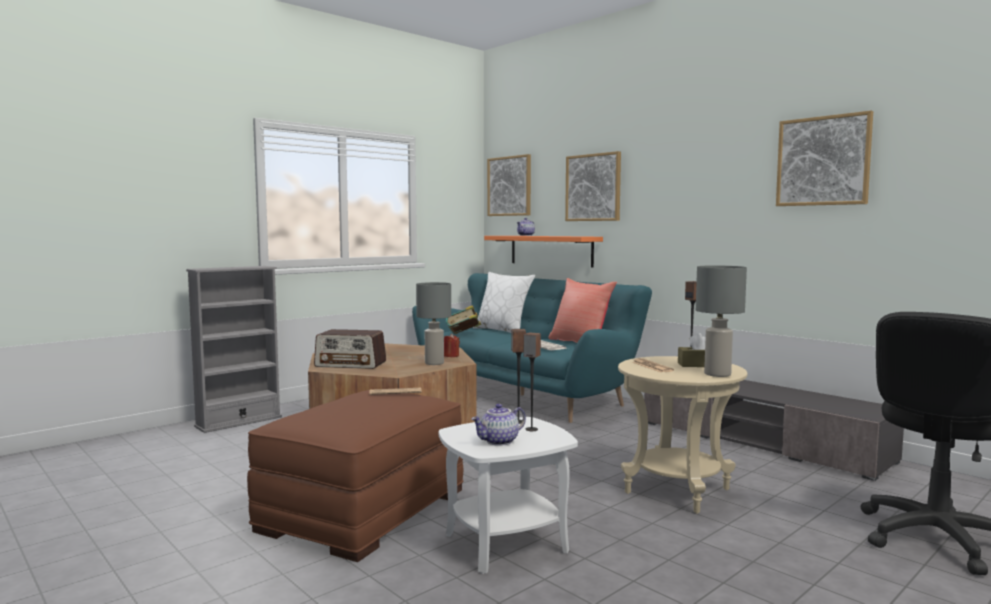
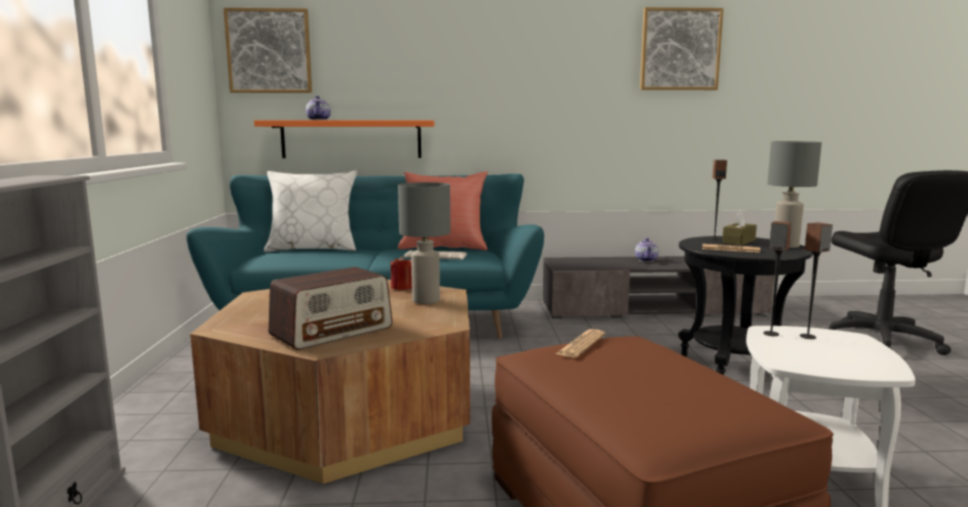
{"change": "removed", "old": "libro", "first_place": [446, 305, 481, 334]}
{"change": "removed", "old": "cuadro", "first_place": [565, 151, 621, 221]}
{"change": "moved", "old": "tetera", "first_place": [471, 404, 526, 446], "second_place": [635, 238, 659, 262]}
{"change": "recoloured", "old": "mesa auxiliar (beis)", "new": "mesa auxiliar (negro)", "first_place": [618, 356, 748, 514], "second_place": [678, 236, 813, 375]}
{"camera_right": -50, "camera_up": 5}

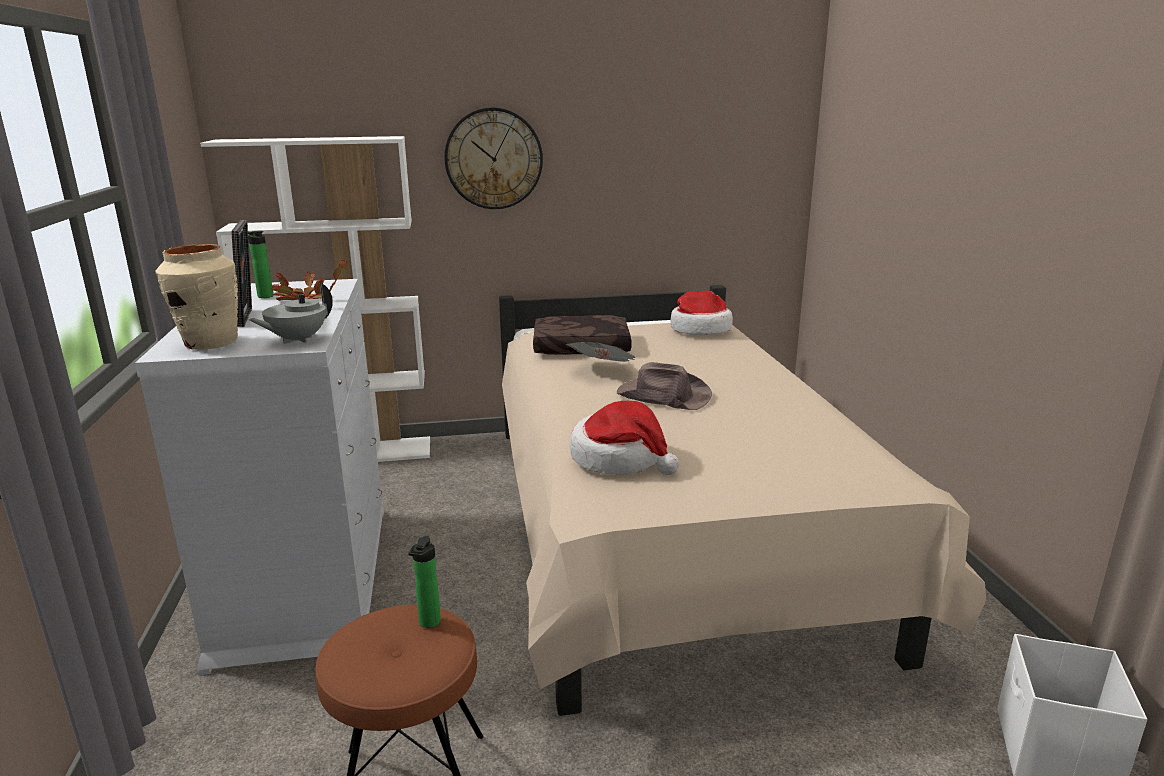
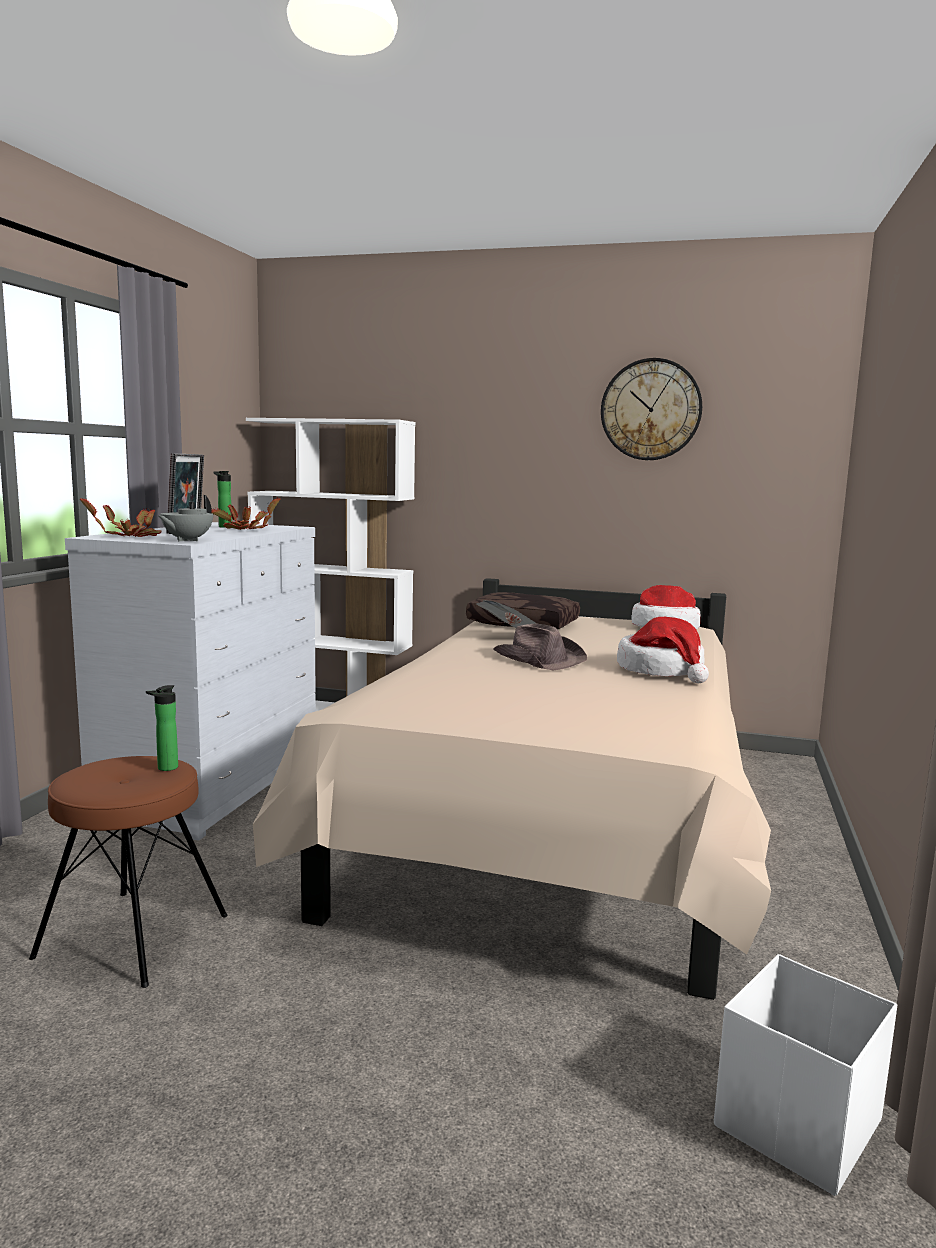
{"change": "moved", "old": "reloj de pared", "first_place": [444, 107, 543, 209], "second_place": [601, 358, 702, 460]}
{"change": "moved", "old": "sombrero", "first_place": [570, 401, 679, 475], "second_place": [617, 617, 709, 683]}
{"change": "replaced", "old": "florero (beis)", "new": "planta en maceta", "first_place": [155, 244, 238, 350], "second_place": [80, 498, 161, 537]}
{"change": "turned", "old": "tetera (gris)", "first_place": [248, 283, 333, 344], "second_place": [159, 495, 213, 541], "degrees": -45}
{"camera_right": 25, "camera_up": -10}

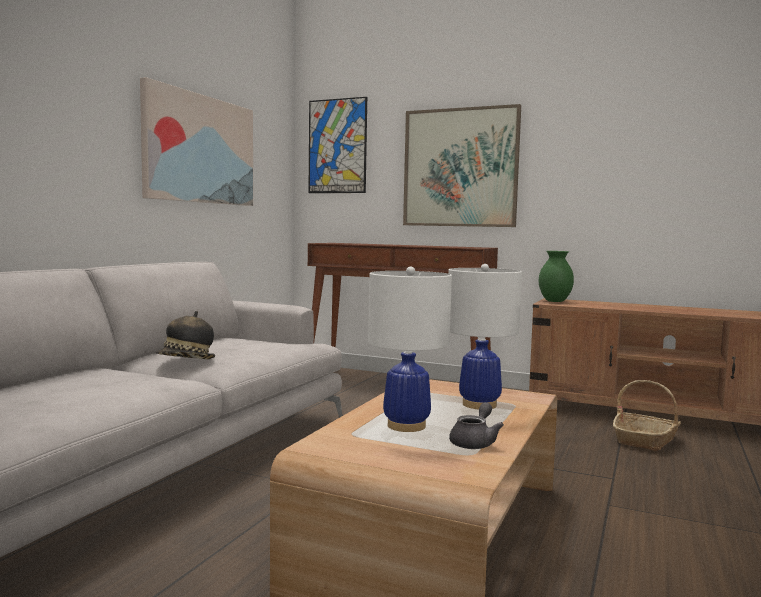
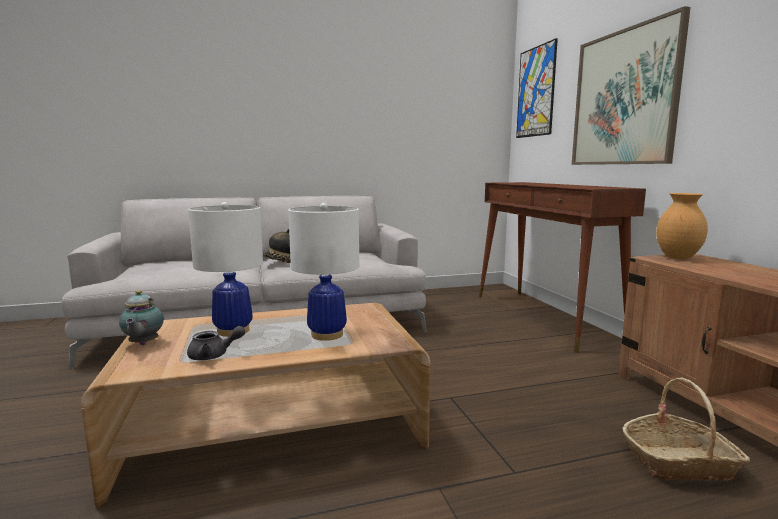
{"change": "removed", "old": "cuadro", "first_place": [140, 77, 253, 206]}
{"change": "added", "new": "tetera", "second_place": [119, 290, 164, 345]}
{"change": "recoloured", "old": "florero (verde)", "new": "florero (marrón)", "first_place": [539, 251, 574, 302], "second_place": [656, 193, 708, 259]}
{"camera_right": 50, "camera_up": 5}

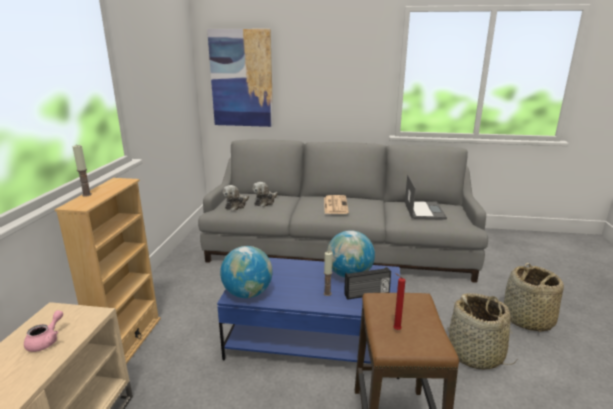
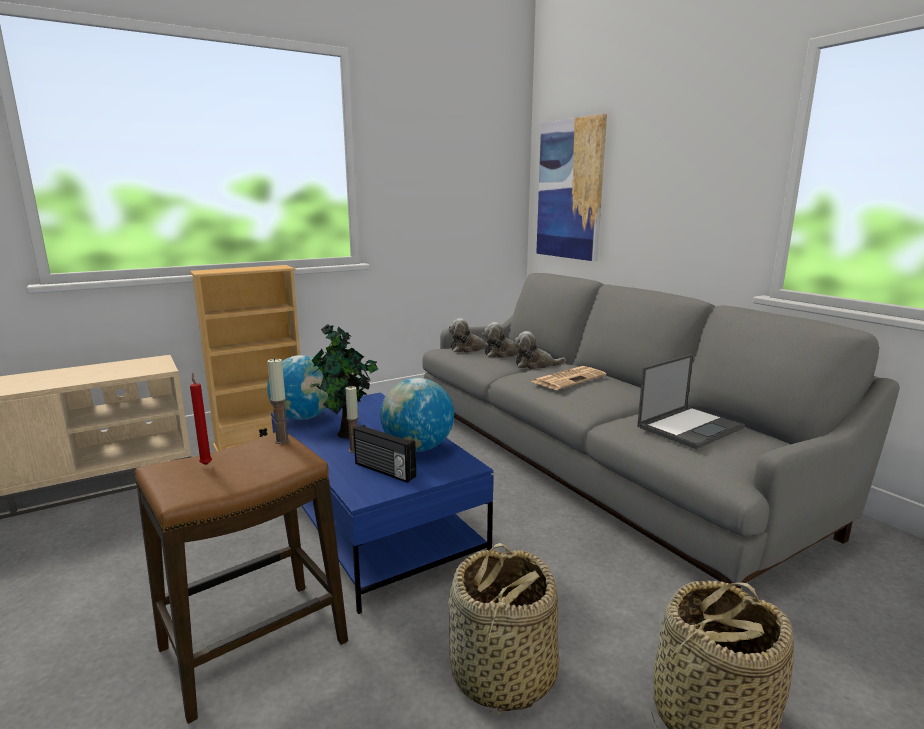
{"change": "removed", "old": "tetera (rosa)", "first_place": [24, 310, 63, 352]}
{"change": "added", "new": "planta en maceta", "second_place": [310, 324, 378, 439]}
{"change": "added", "new": "peluche", "second_place": [513, 331, 566, 369]}
{"change": "moved", "old": "vela", "first_place": [73, 144, 92, 197], "second_place": [267, 358, 290, 444]}
{"camera_right": 50, "camera_up": -5}

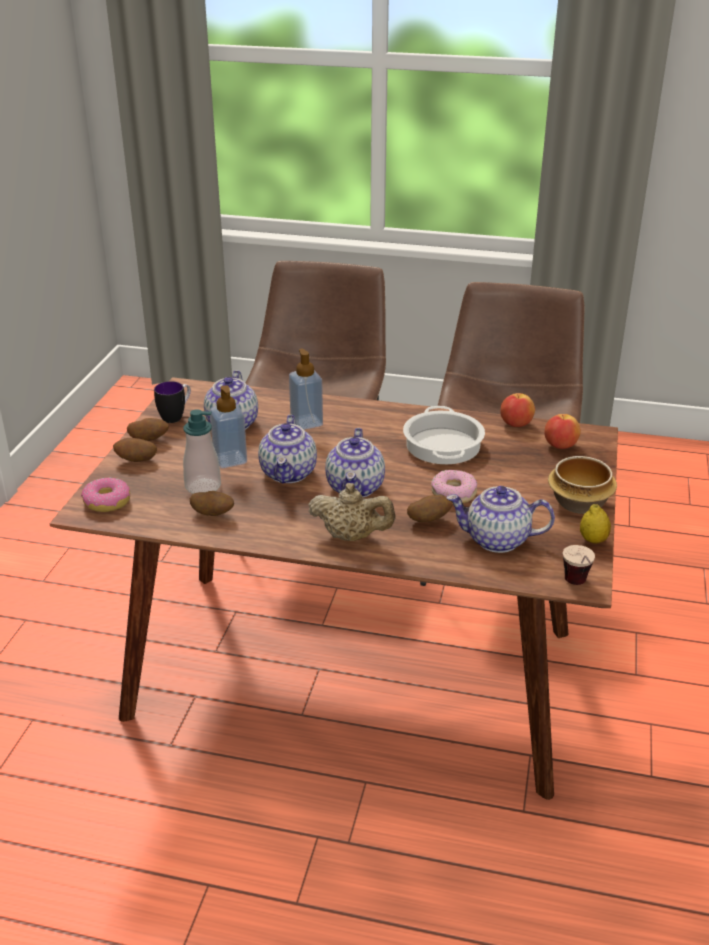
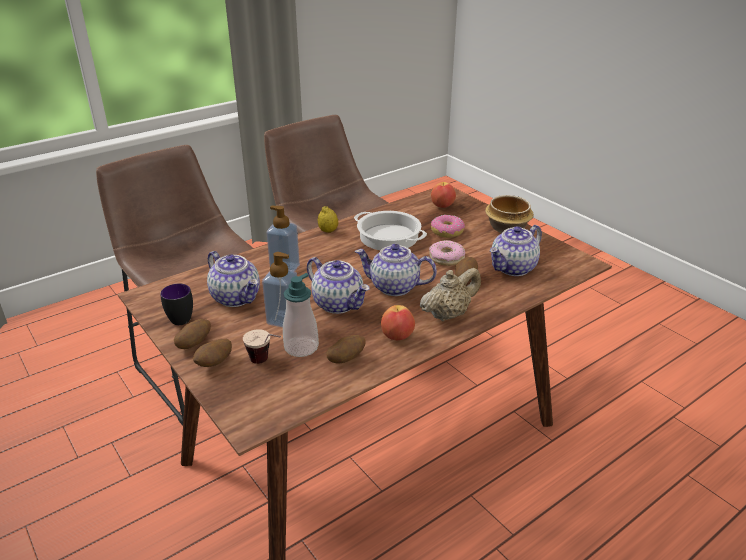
{"change": "moved", "old": "rosquilla", "first_place": [81, 477, 130, 512], "second_place": [431, 215, 465, 238]}
{"change": "moved", "old": "manzana", "first_place": [501, 393, 535, 427], "second_place": [381, 305, 415, 340]}
{"change": "moved", "old": "taza", "first_place": [563, 545, 595, 585], "second_place": [243, 329, 281, 364]}
{"change": "moved", "old": "limón", "first_place": [580, 504, 611, 544], "second_place": [318, 206, 338, 233]}
{"change": "turned", "old": "tetera", "first_place": [325, 428, 385, 497], "second_place": [355, 244, 437, 296], "degrees": 150}
{"camera_right": -50, "camera_up": 0}

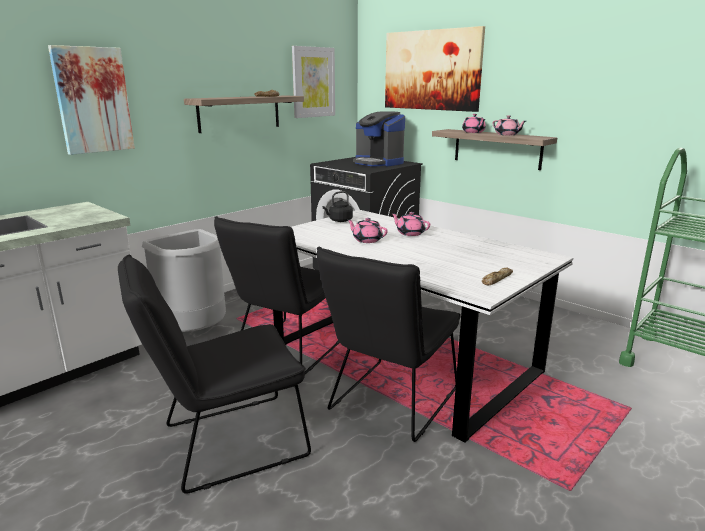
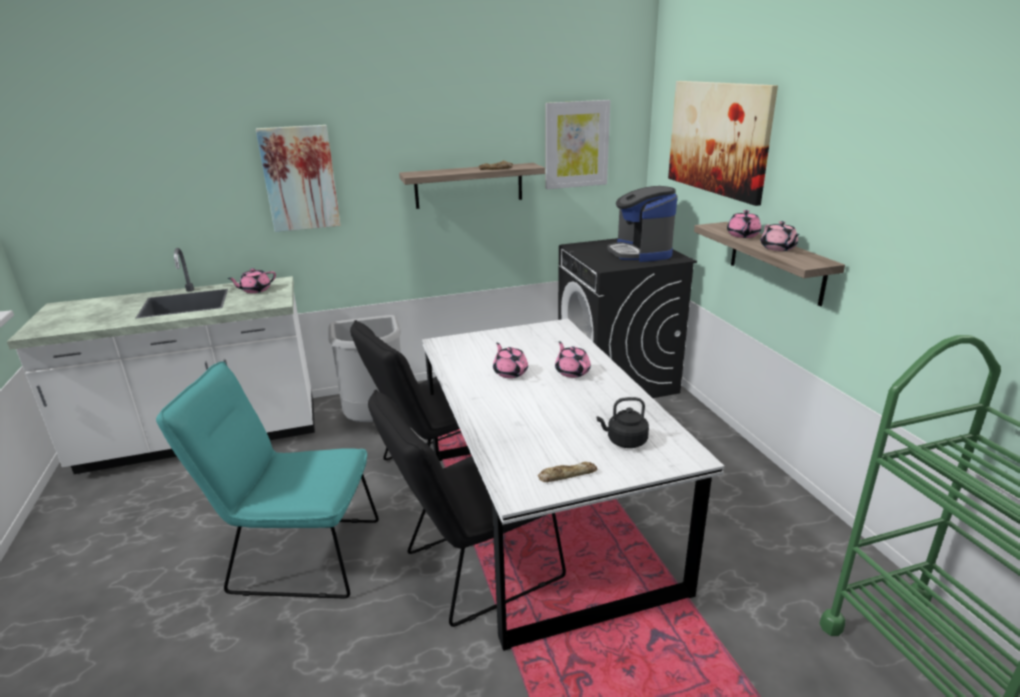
{"change": "added", "new": "tetera (rosa)", "second_place": [227, 268, 276, 293]}
{"change": "moved", "old": "hervidor (negro)", "first_place": [323, 191, 353, 222], "second_place": [597, 397, 649, 448]}
{"change": "recoloured", "old": "silla (negro)", "new": "silla (turquesa)", "first_place": [118, 255, 311, 494], "second_place": [156, 361, 379, 598]}
{"camera_right": 30, "camera_up": 5}

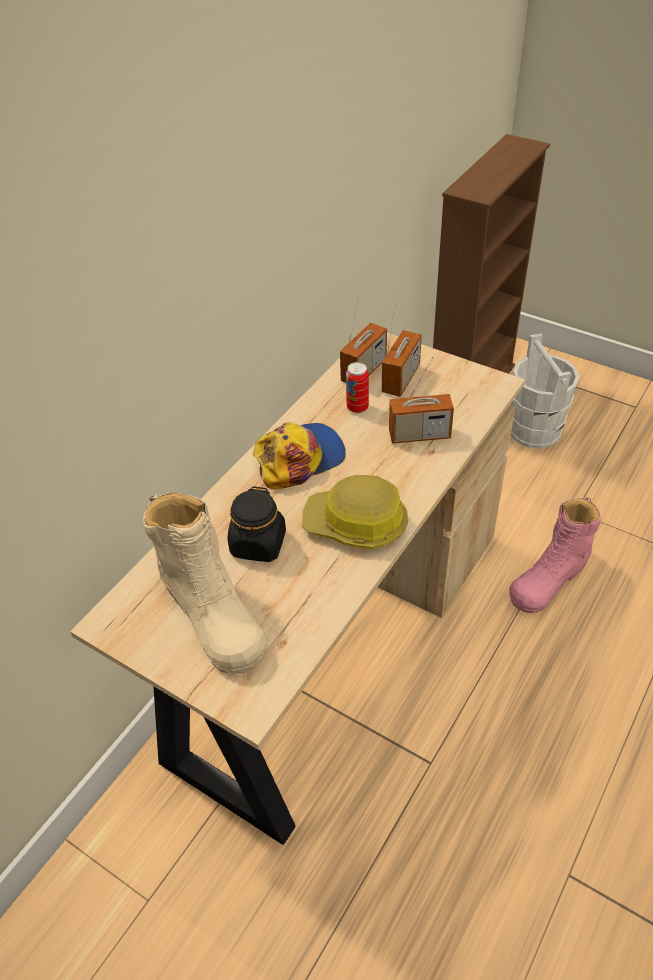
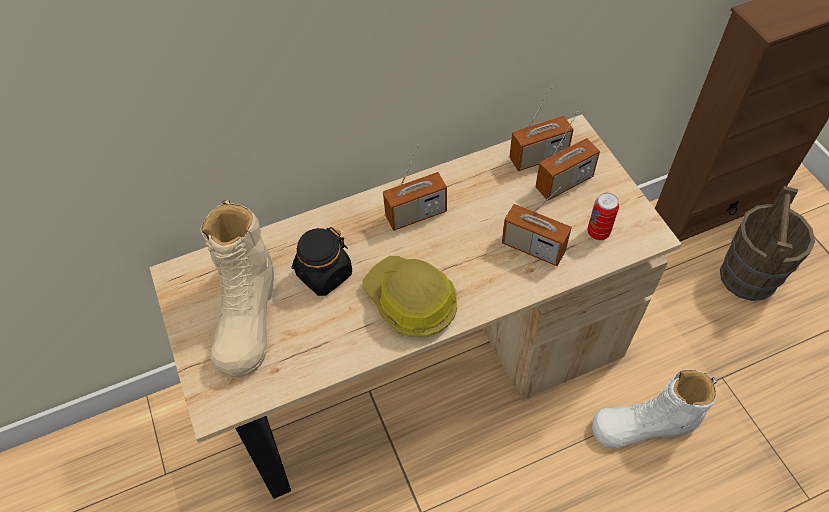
{"change": "moved", "old": "lata", "first_place": [346, 362, 369, 413], "second_place": [587, 193, 619, 240]}
{"change": "replaced", "old": "gorra", "new": "radio", "first_place": [253, 422, 346, 489], "second_place": [383, 145, 447, 231]}
{"change": "recoloured", "old": "bota (rosa)", "new": "bota (blanco)", "first_place": [509, 497, 601, 613], "second_place": [592, 369, 717, 449]}
{"change": "recoloured", "old": "cubo (blanco)", "new": "cubo (marrón)", "first_place": [511, 333, 579, 449], "second_place": [720, 186, 815, 301]}
{"camera_right": 35, "camera_up": 10}

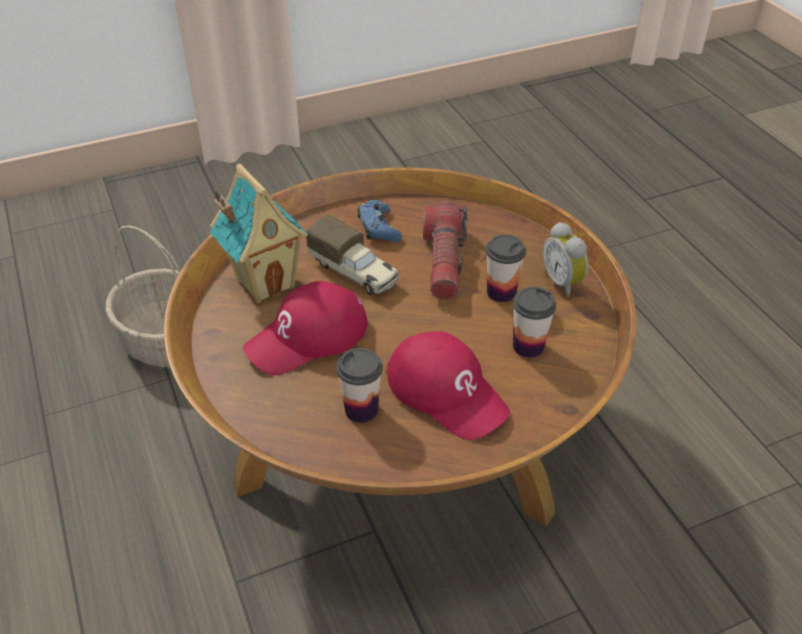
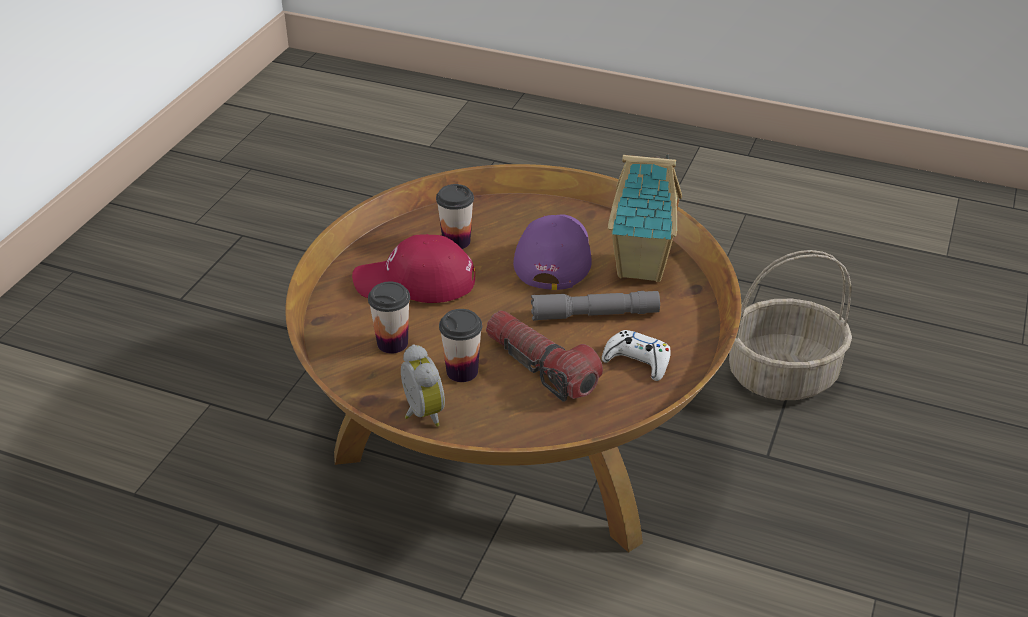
{"change": "replaced", "old": "camión de juguete", "new": "linterna (gris)", "first_place": [306, 215, 399, 296], "second_place": [531, 291, 660, 321]}
{"change": "recoloured", "old": "gorra (rojo)", "new": "gorra (morado)", "first_place": [243, 281, 368, 375], "second_place": [513, 215, 592, 290]}
{"change": "recoloured", "old": "mando de consola (azul)", "new": "mando de consola (blanco)", "first_place": [358, 200, 402, 242], "second_place": [602, 330, 671, 381]}
{"change": "turned", "old": "despertador", "first_place": [542, 222, 588, 297], "second_place": [401, 344, 445, 427], "degrees": 45}
{"camera_right": 135, "camera_up": -5}

